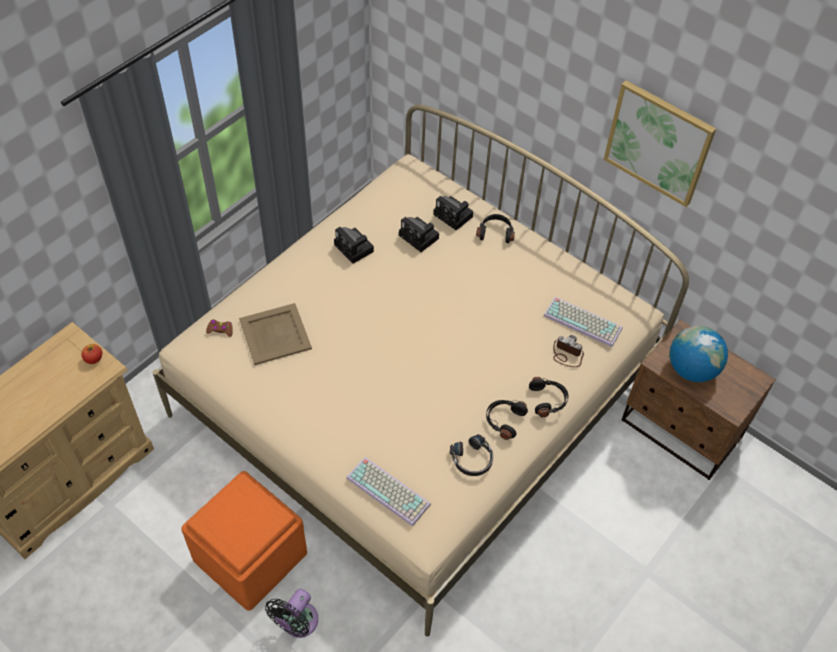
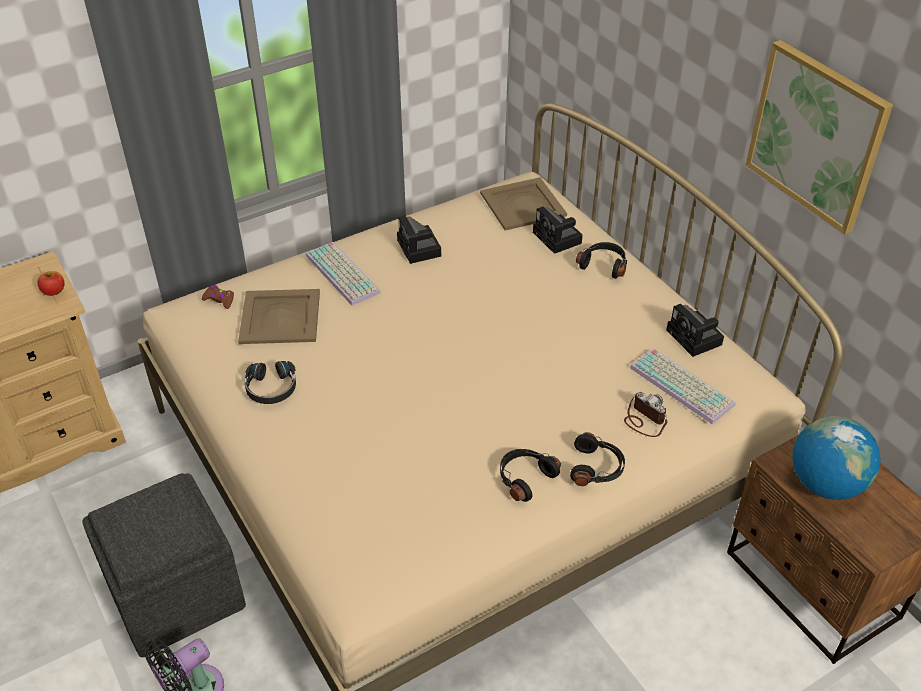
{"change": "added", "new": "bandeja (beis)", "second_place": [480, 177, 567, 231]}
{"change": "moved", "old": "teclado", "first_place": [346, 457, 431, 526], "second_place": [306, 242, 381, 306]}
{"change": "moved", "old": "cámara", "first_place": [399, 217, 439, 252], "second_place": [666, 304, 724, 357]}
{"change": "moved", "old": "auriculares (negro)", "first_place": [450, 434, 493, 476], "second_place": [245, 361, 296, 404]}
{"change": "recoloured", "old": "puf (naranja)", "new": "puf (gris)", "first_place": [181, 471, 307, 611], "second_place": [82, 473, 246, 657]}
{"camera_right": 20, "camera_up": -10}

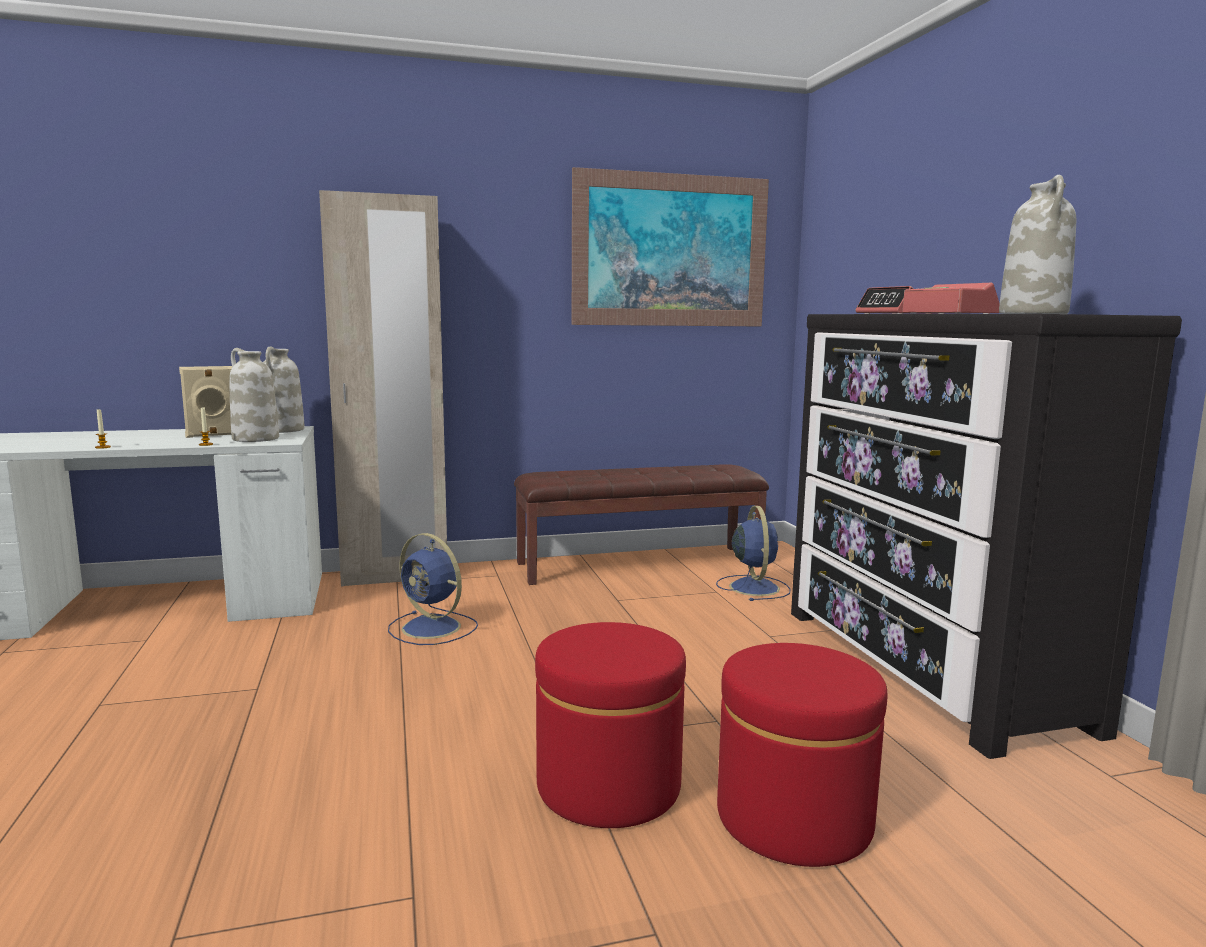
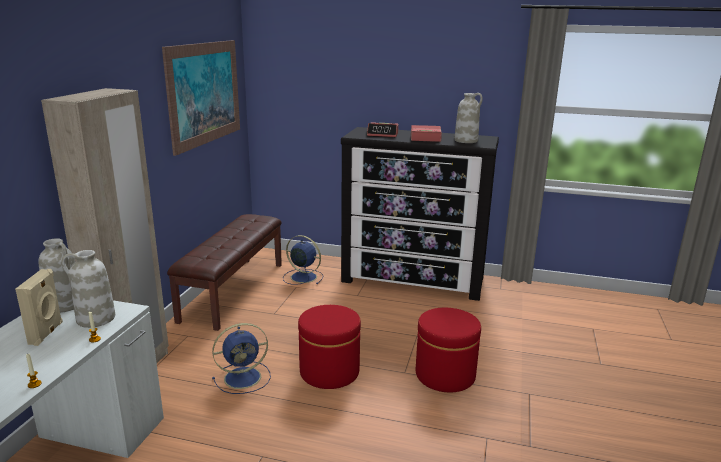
{"change": "moved", "old": "puf (rojo)", "first_place": [717, 643, 887, 867], "second_place": [298, 305, 361, 389]}
{"camera_right": -60, "camera_up": 10}

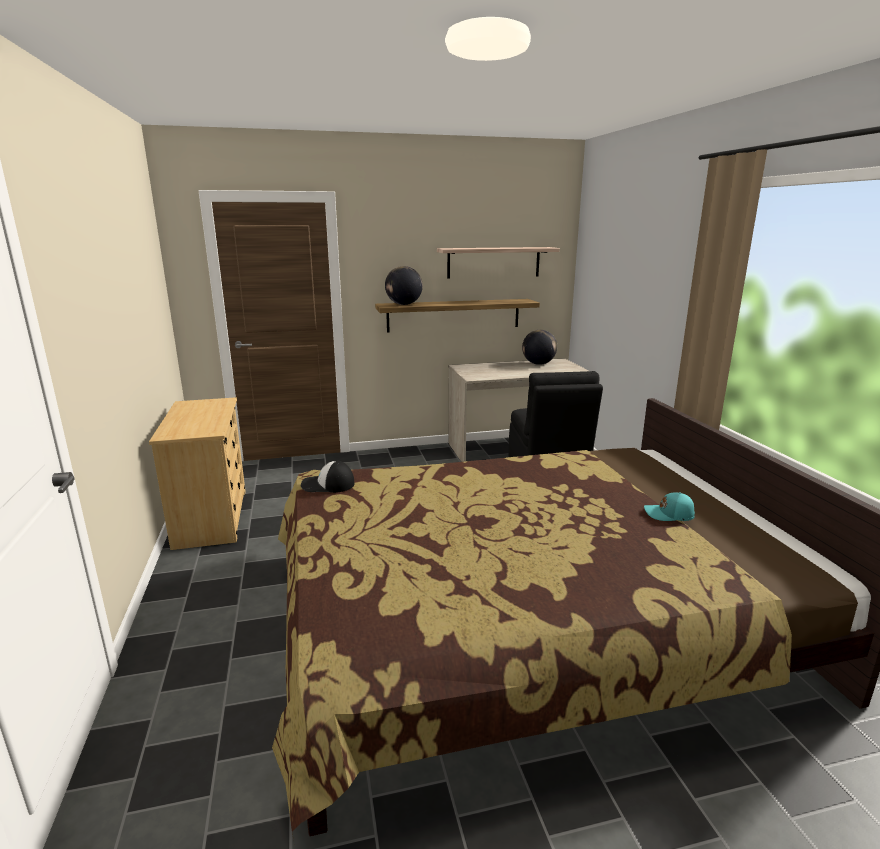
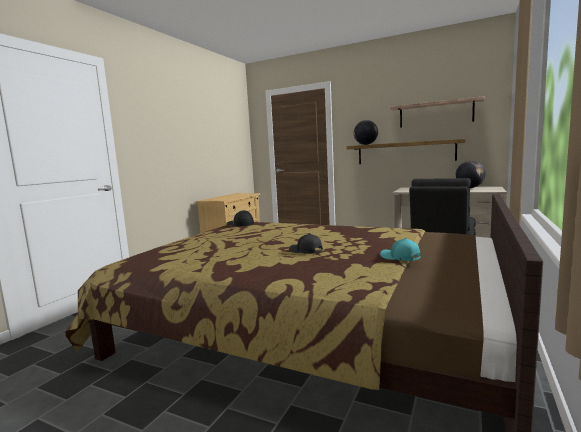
{"change": "added", "new": "gorra (negro)", "second_place": [289, 233, 323, 254]}
{"camera_right": 40, "camera_up": -10}

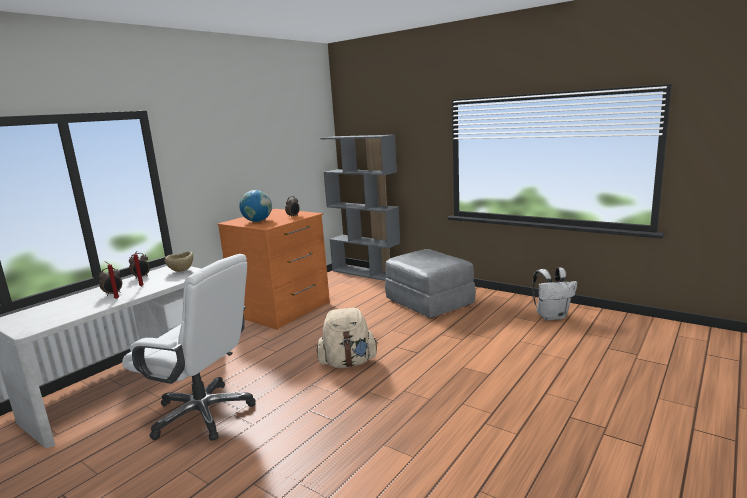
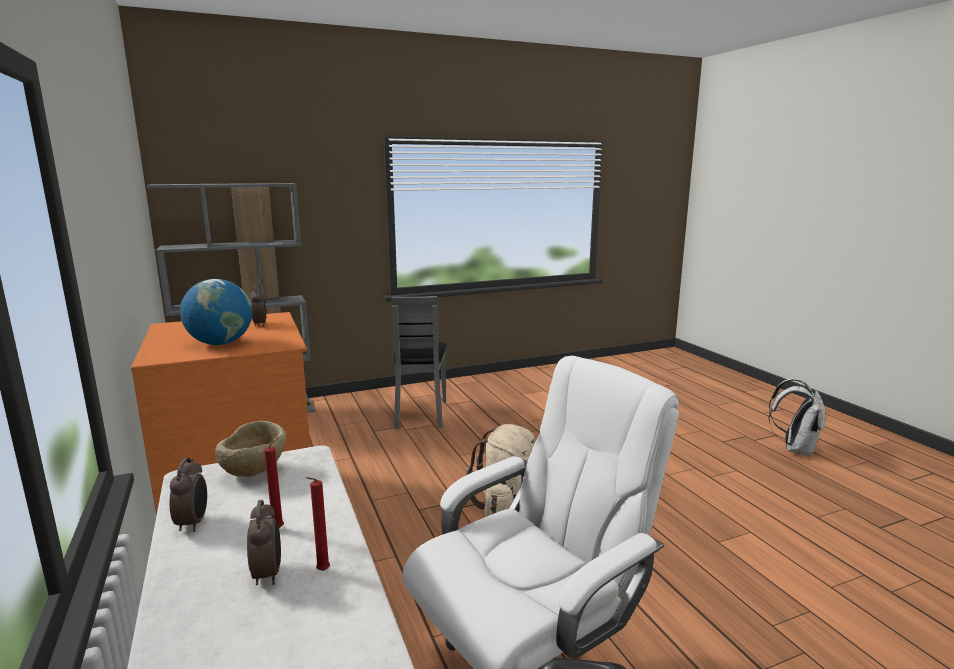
{"change": "moved", "old": "mochila (blanco)", "first_place": [533, 267, 577, 321], "second_place": [768, 378, 825, 456]}
{"change": "replaced", "old": "puf (gris)", "new": "silla (gris)", "first_place": [385, 249, 476, 319], "second_place": [392, 296, 447, 429]}
{"camera_right": -60, "camera_up": 0}

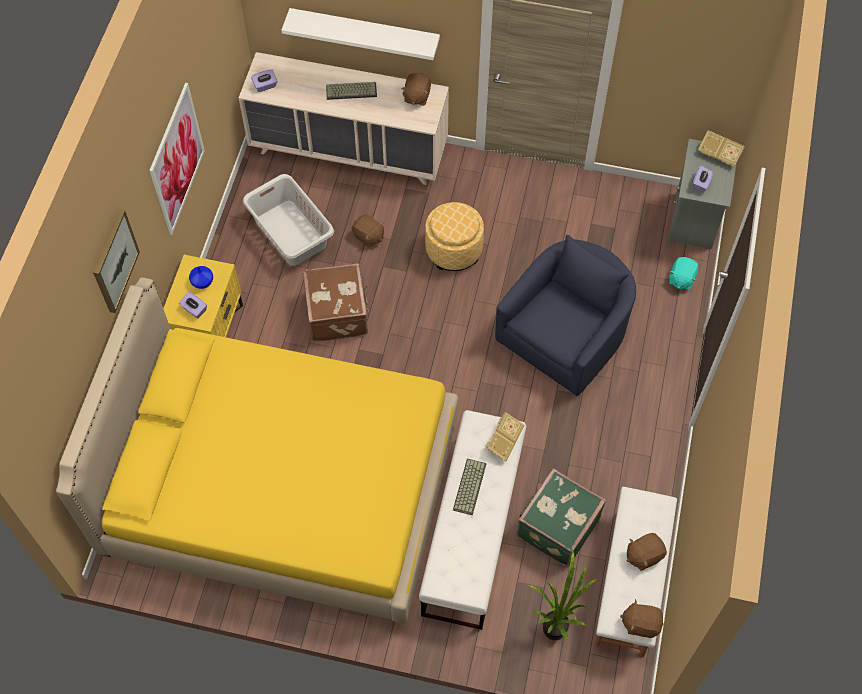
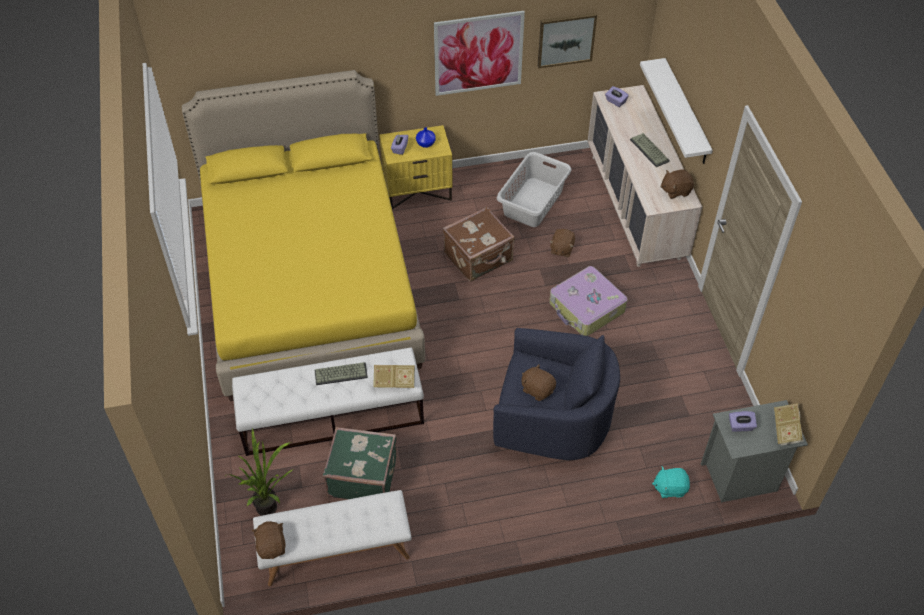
{"change": "moved", "old": "cuadro", "first_place": [93, 209, 140, 313], "second_place": [538, 13, 597, 68]}
{"change": "moved", "old": "peluche (marrón)", "first_place": [627, 533, 667, 571], "second_place": [522, 364, 556, 401]}
{"change": "replaced", "old": "puf", "new": "maleta", "first_place": [425, 202, 484, 271], "second_place": [549, 266, 628, 336]}
{"camera_right": 65, "camera_up": -10}

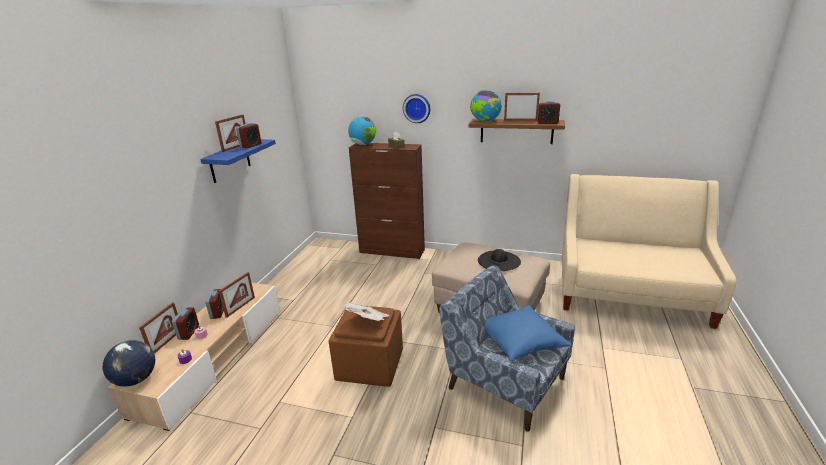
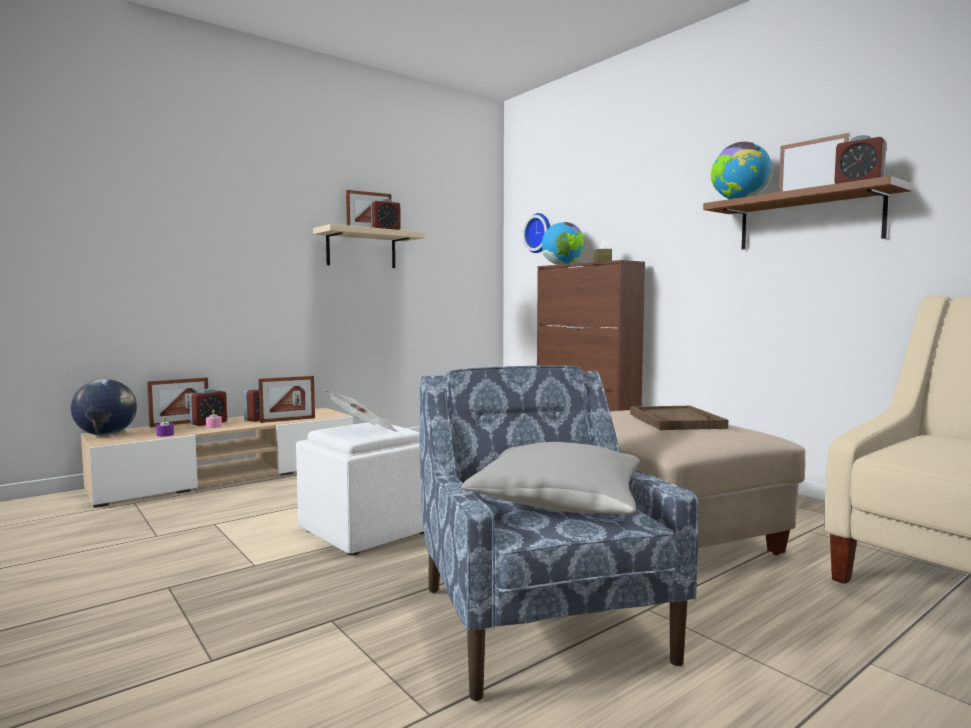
{"change": "moved", "old": "reloj de pared", "first_place": [403, 94, 430, 123], "second_place": [523, 213, 551, 253]}
{"change": "replaced", "old": "sombrero (negro)", "new": "bandeja (marrón)", "first_place": [478, 249, 521, 271], "second_place": [630, 406, 728, 430]}
{"change": "recoloured", "old": "estante (azul)", "new": "estante (beis)", "first_place": [200, 139, 276, 183], "second_place": [313, 224, 425, 268]}
{"change": "recoloured", "old": "puf (marrón)", "new": "puf (blanco)", "first_place": [329, 306, 403, 387], "second_place": [296, 422, 424, 555]}
{"change": "recoloured", "old": "cojín (azul)", "new": "cojín (gris)", "first_place": [484, 305, 570, 361], "second_place": [461, 442, 640, 514]}
{"camera_right": 35, "camera_up": -20}

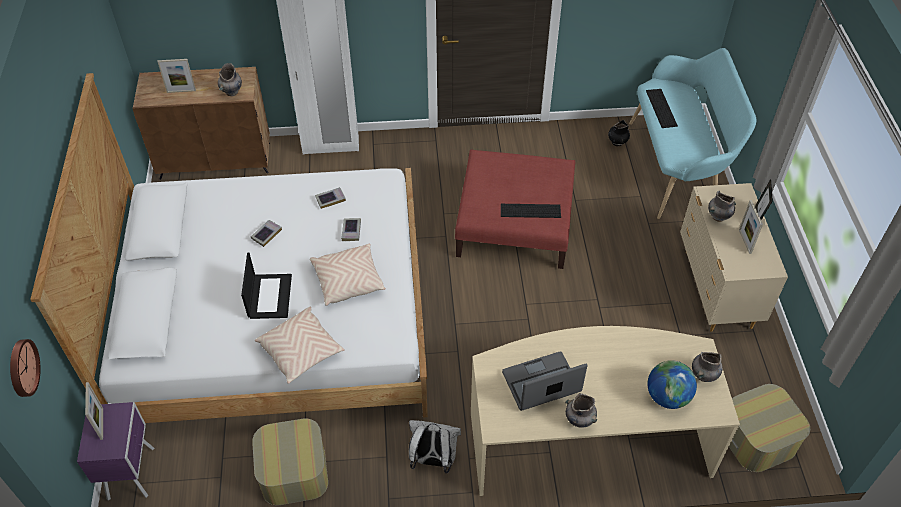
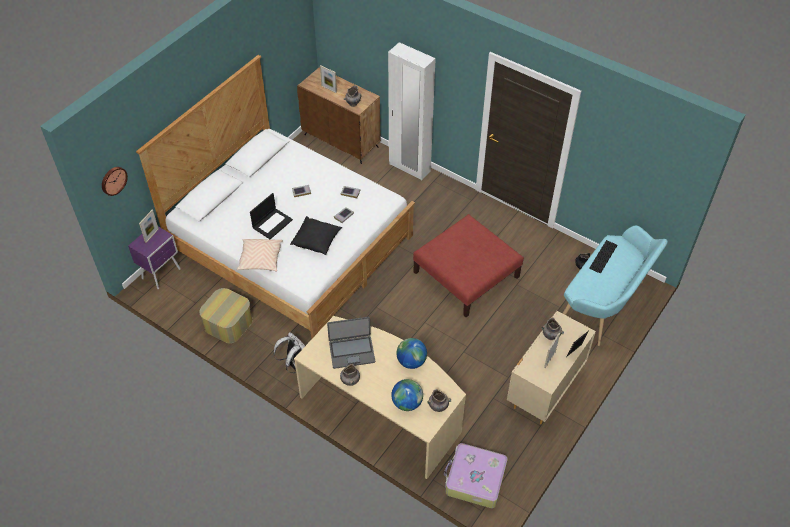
{"change": "removed", "old": "teclado", "first_place": [501, 204, 561, 218]}
{"change": "added", "new": "globo terráqueo", "second_place": [396, 338, 427, 369]}
{"change": "replaced", "old": "puf", "new": "maleta", "first_place": [729, 384, 810, 472], "second_place": [444, 443, 508, 508]}
{"change": "recoloured", "old": "cojín (beis)", "new": "cojín (negro)", "first_place": [310, 244, 386, 306], "second_place": [290, 216, 342, 255]}
{"change": "turned", "old": "portátil", "first_place": [502, 351, 587, 411], "second_place": [327, 317, 375, 369], "degrees": 150}
{"camera_right": 40, "camera_up": 0}

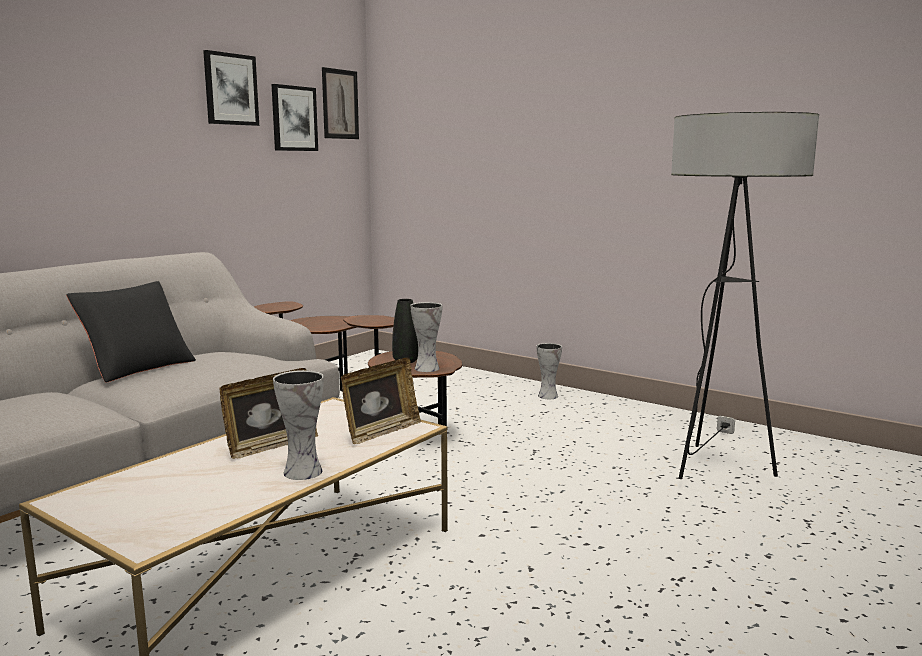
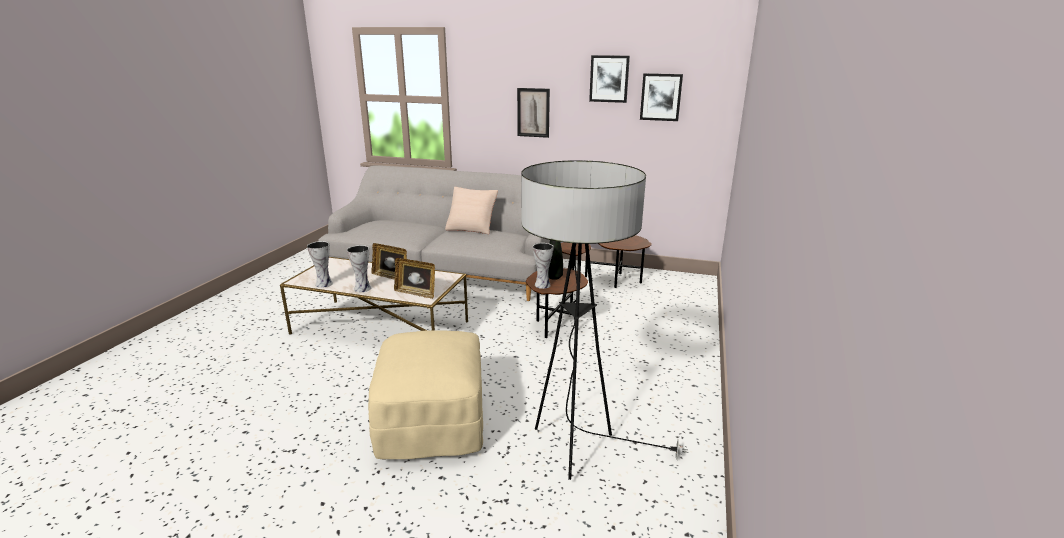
{"change": "added", "new": "puf (beis)", "second_place": [368, 330, 483, 460]}
{"change": "moved", "old": "cuadro", "first_place": [322, 67, 359, 139], "second_place": [517, 88, 550, 138]}
{"change": "moved", "old": "florero", "first_place": [536, 343, 562, 399], "second_place": [307, 241, 333, 288]}
{"change": "recoloured", "old": "cojín (negro)", "new": "cojín (beis)", "first_place": [66, 281, 196, 382], "second_place": [445, 187, 498, 234]}
{"camera_right": 70, "camera_up": 10}

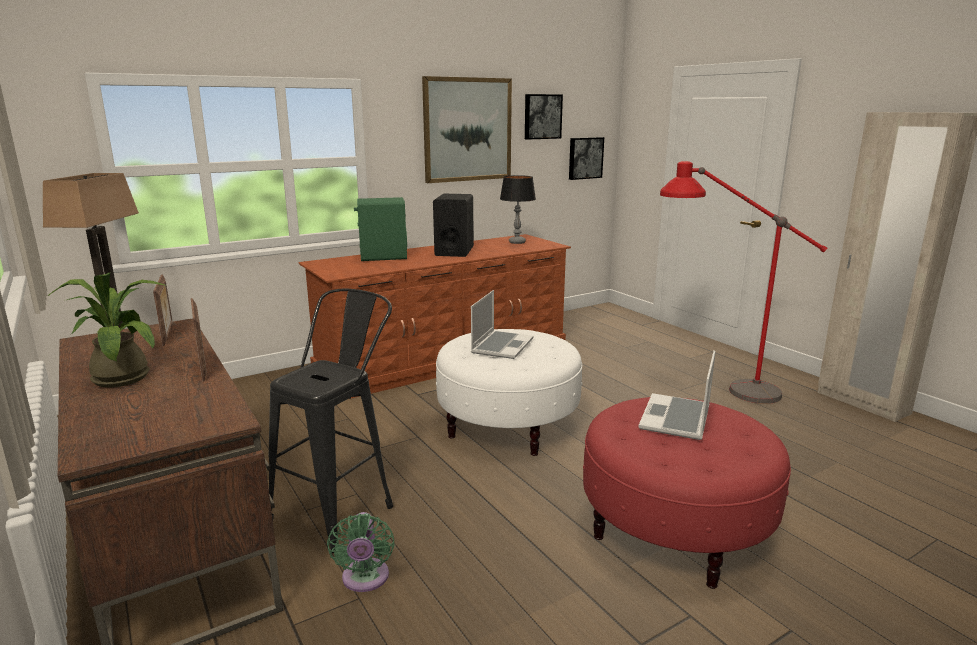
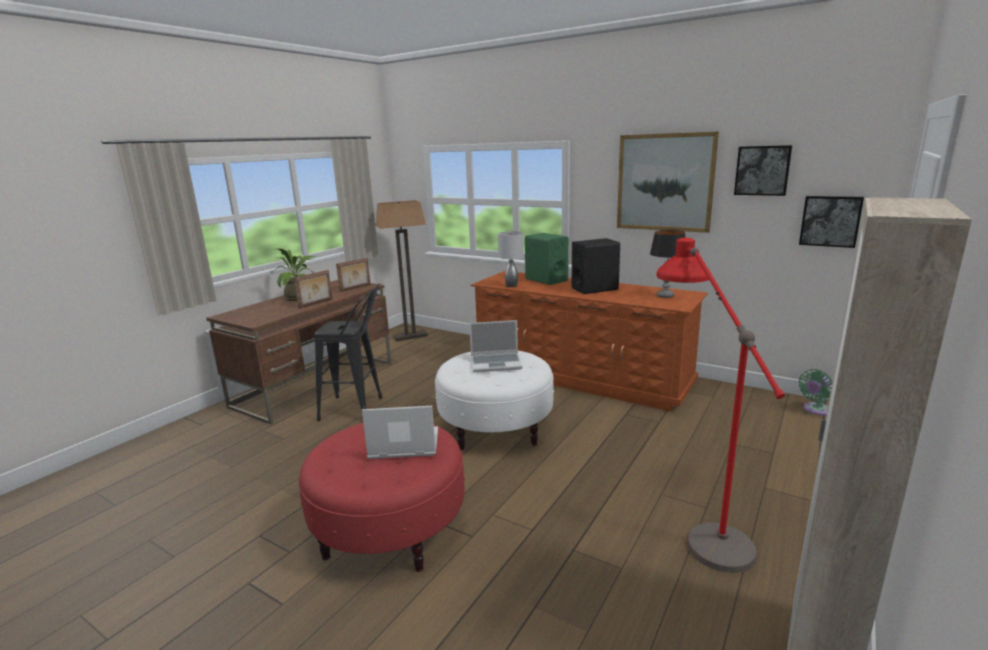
{"change": "added", "new": "lámpara de mesa (gris)", "second_place": [498, 231, 524, 287]}
{"change": "moved", "old": "ventilador (verde)", "first_place": [327, 512, 395, 592], "second_place": [799, 369, 833, 415]}
{"camera_right": 65, "camera_up": 0}

